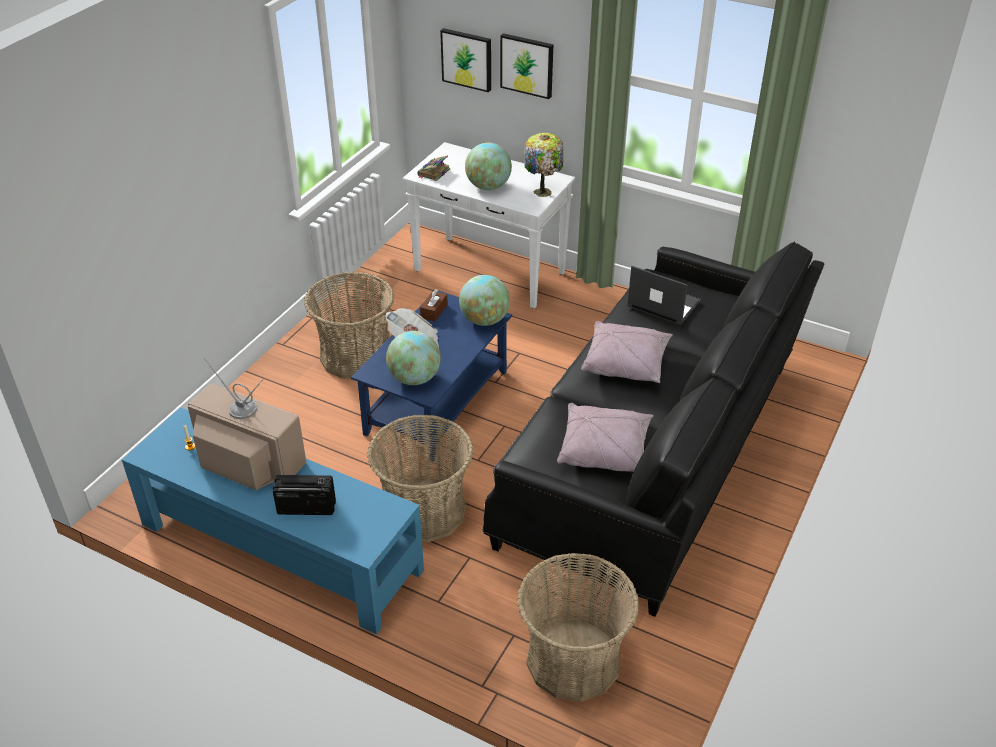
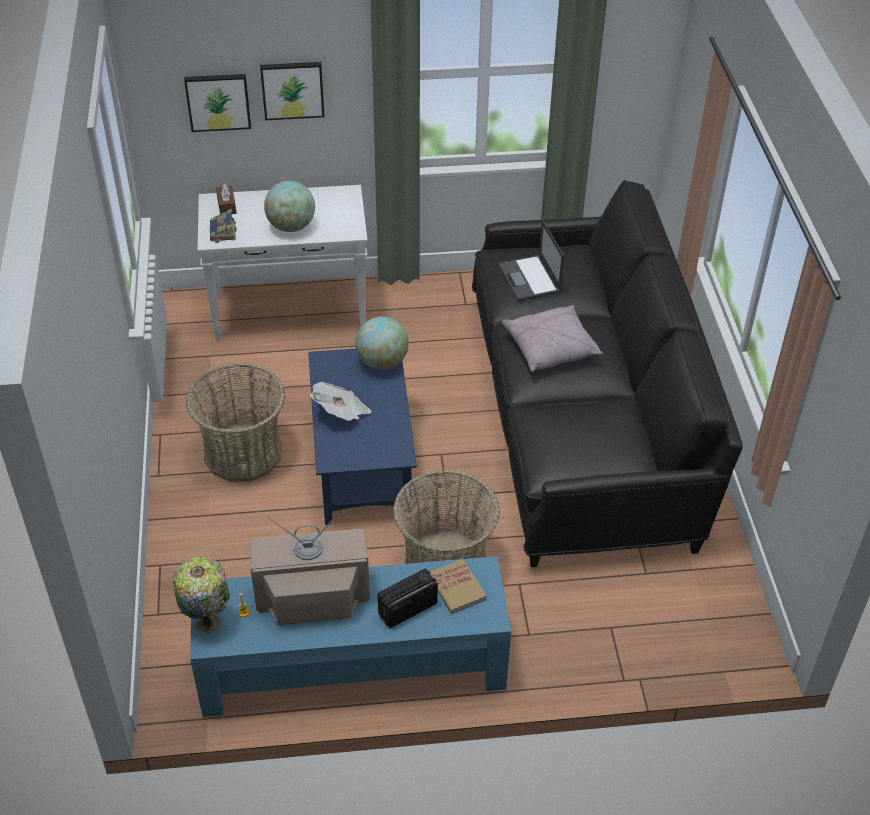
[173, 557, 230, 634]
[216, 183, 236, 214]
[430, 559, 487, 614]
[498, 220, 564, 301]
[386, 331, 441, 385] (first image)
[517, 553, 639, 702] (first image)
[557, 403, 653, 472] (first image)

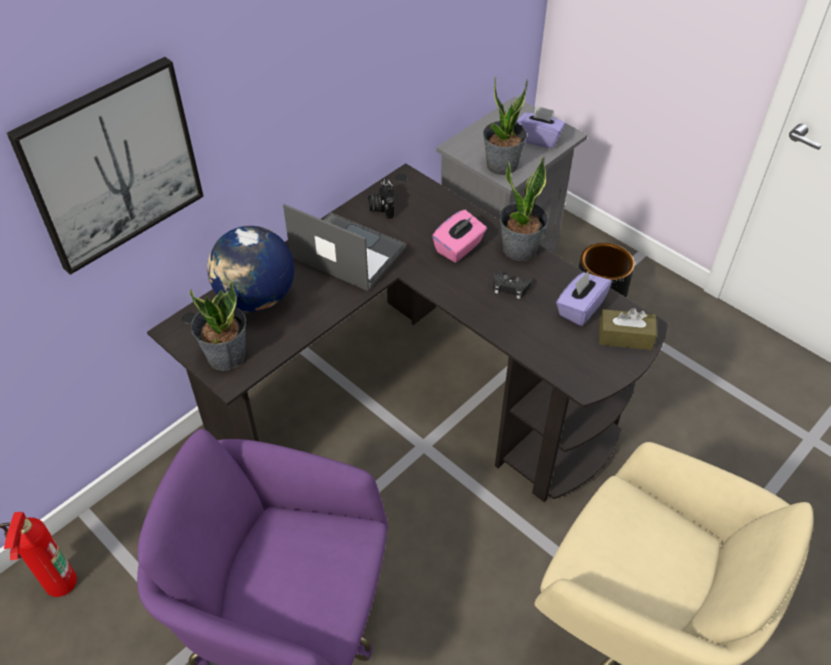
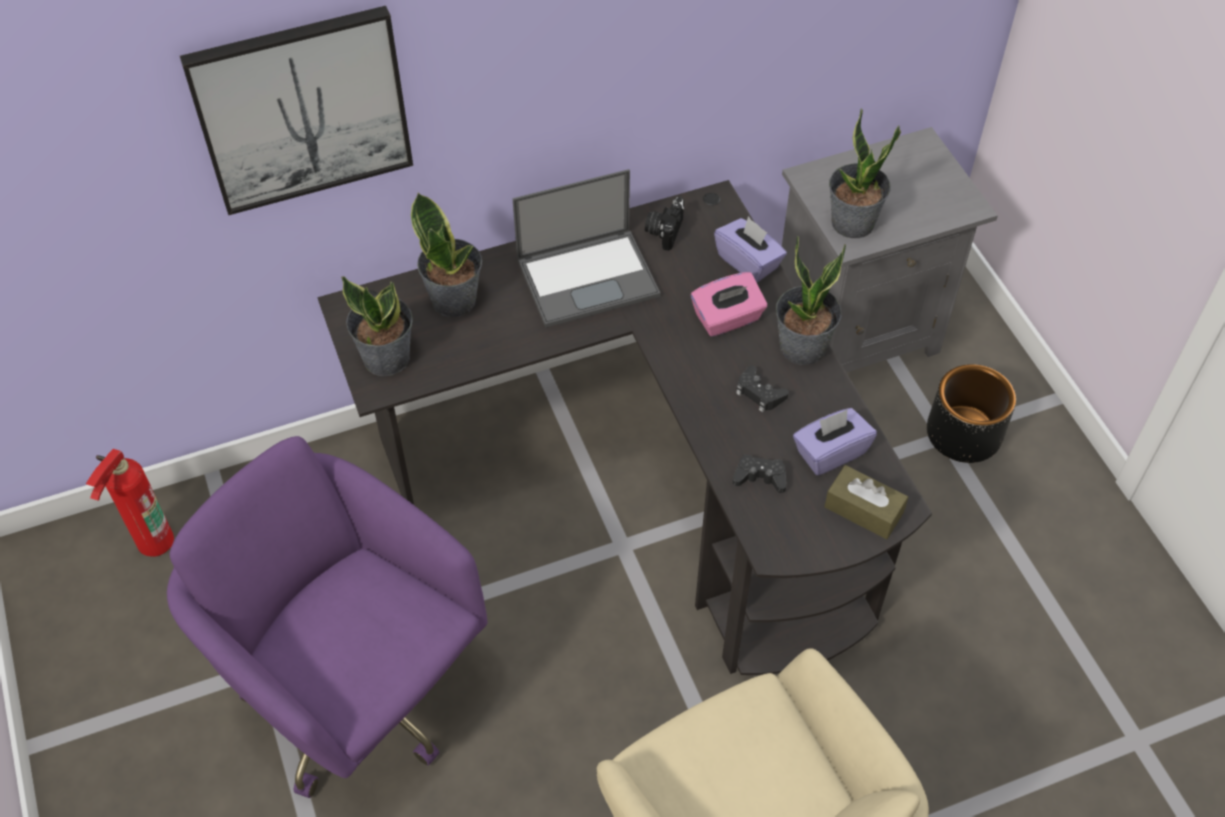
[411, 193, 482, 317]
[512, 169, 660, 328]
[714, 216, 787, 283]
[733, 454, 786, 493]

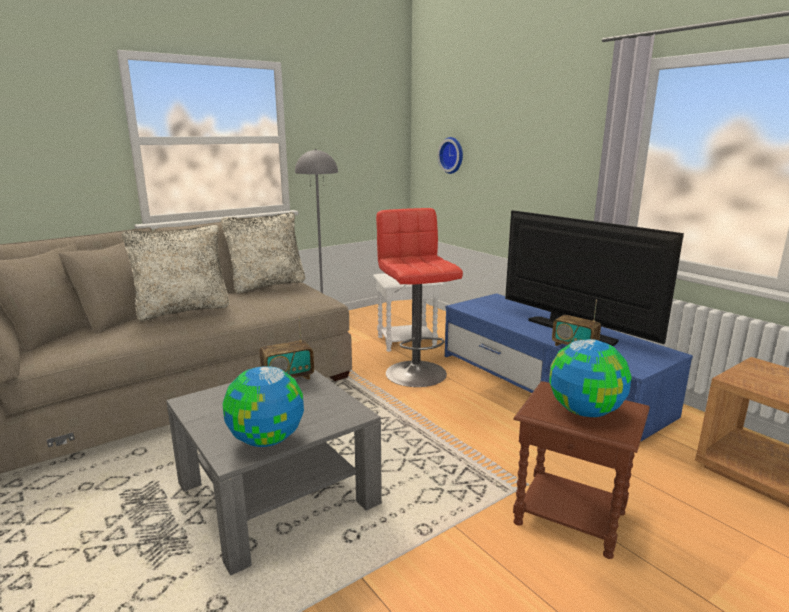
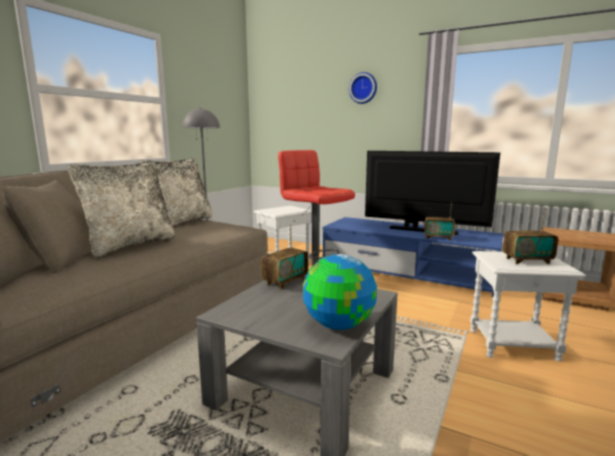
[349, 72, 377, 104]
[470, 251, 586, 361]
[503, 208, 558, 264]

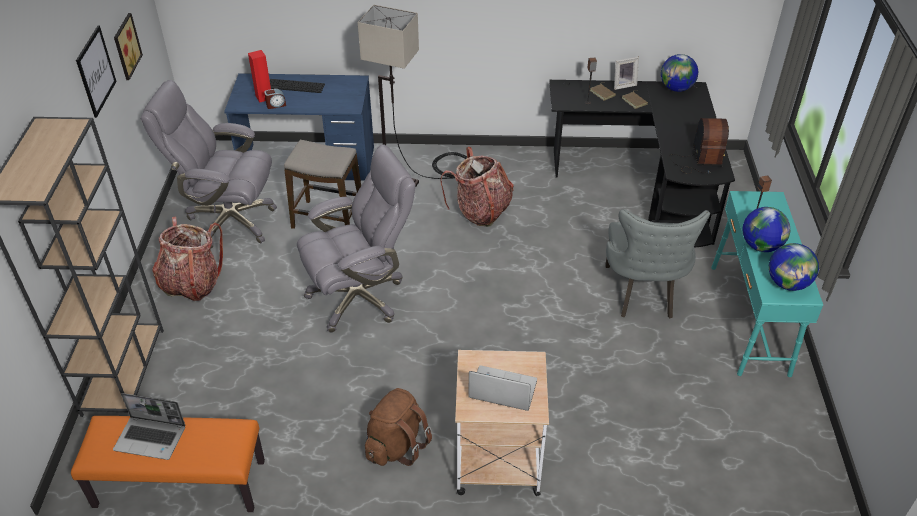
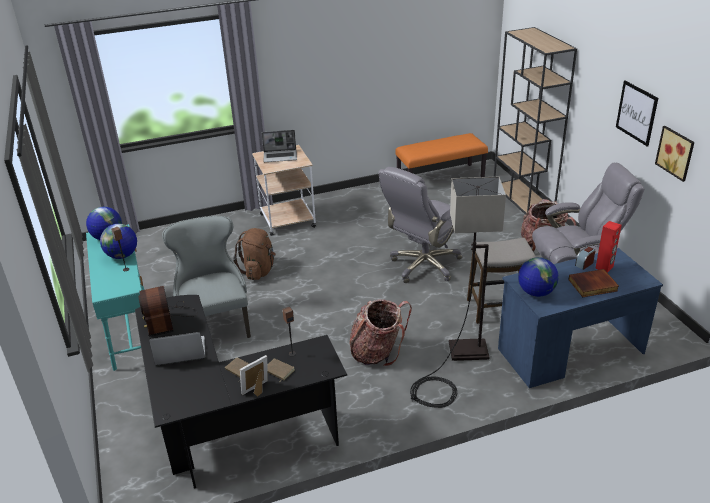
[149, 332, 205, 365]
[234, 228, 276, 280]
[518, 257, 559, 297]
[568, 269, 619, 297]

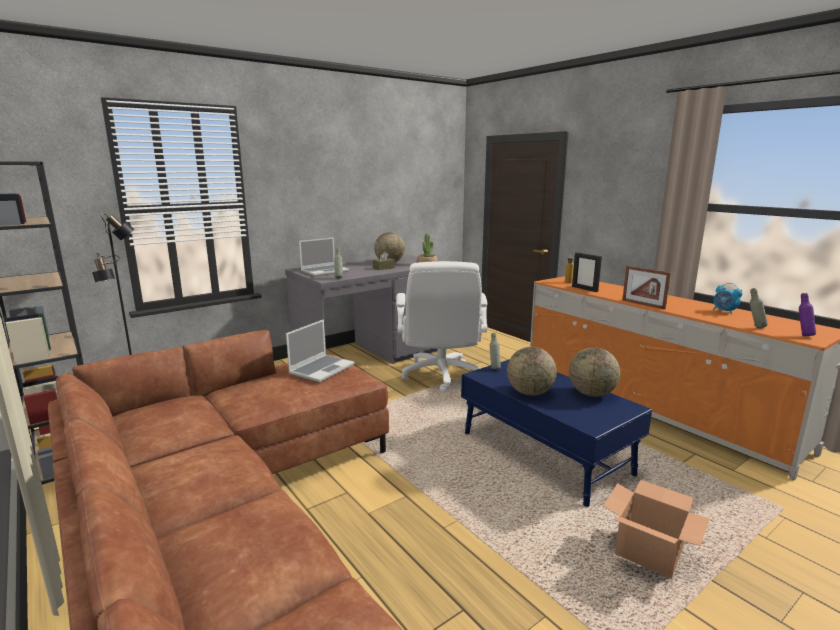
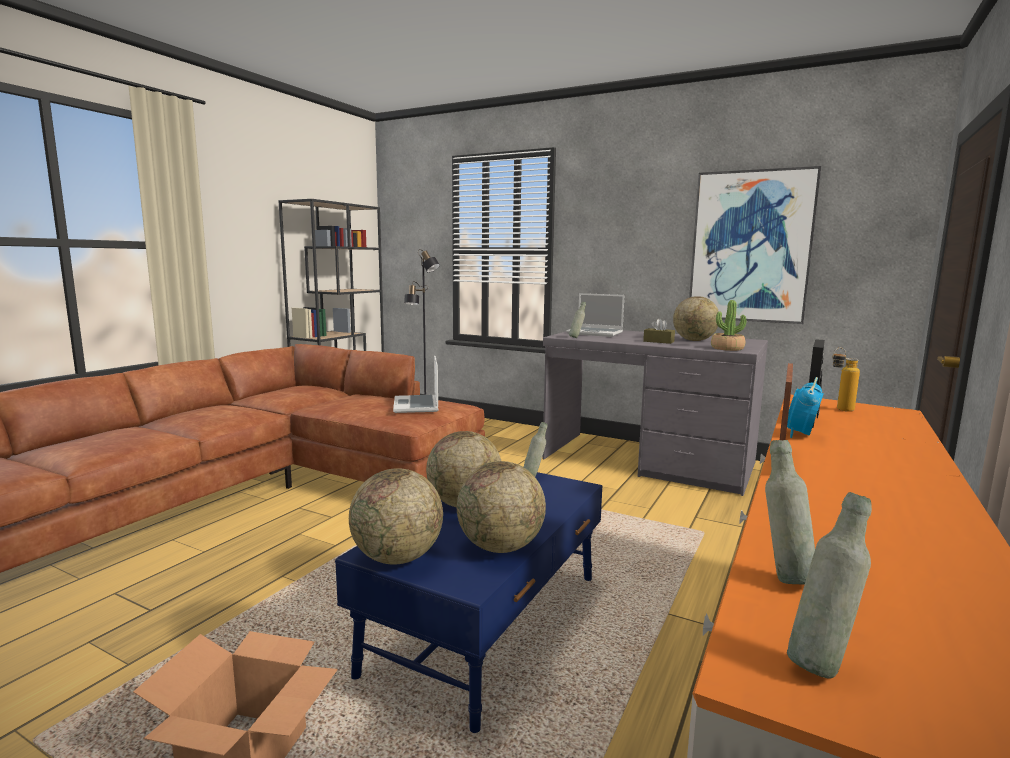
[349, 468, 443, 565]
[393, 356, 438, 413]
[689, 166, 821, 324]
[787, 377, 823, 438]
[787, 492, 872, 679]
[396, 261, 488, 392] (first image)

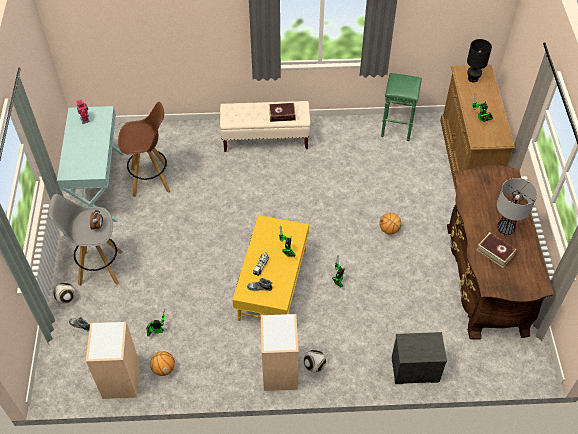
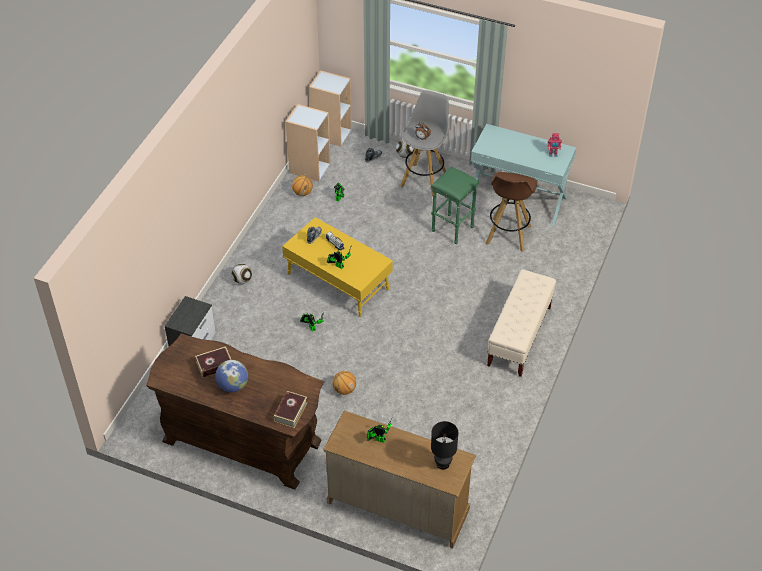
[215, 360, 248, 392]
[274, 391, 307, 428]
[309, 70, 352, 147]
[431, 167, 479, 244]

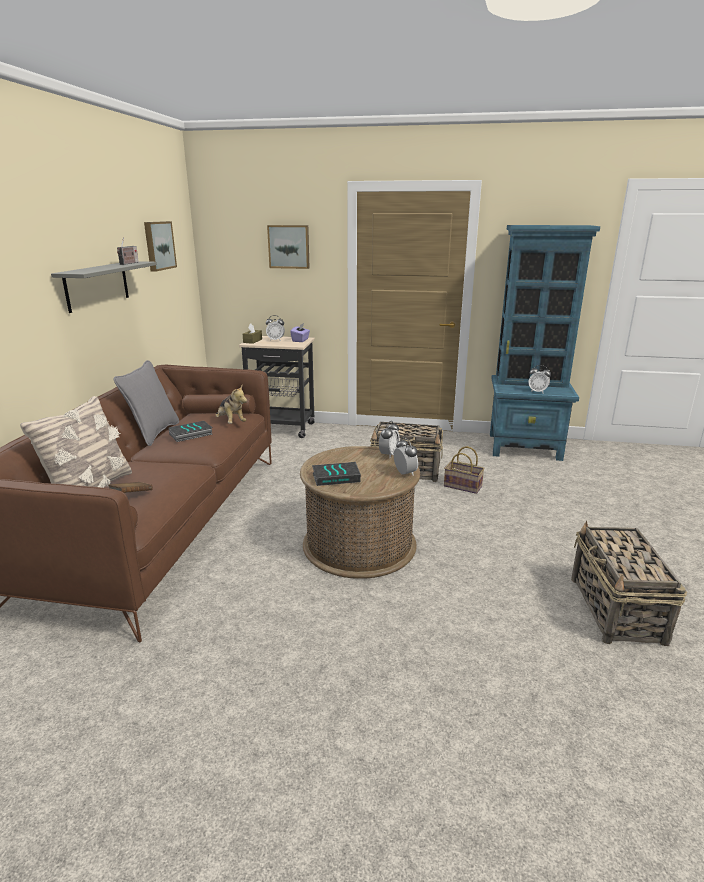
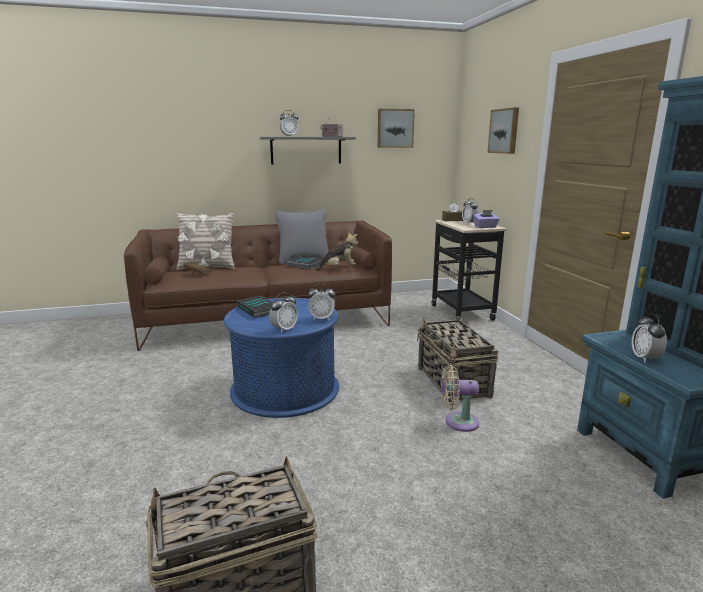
[224, 298, 339, 418]
[280, 110, 299, 137]
[315, 232, 358, 271]
[441, 365, 479, 432]

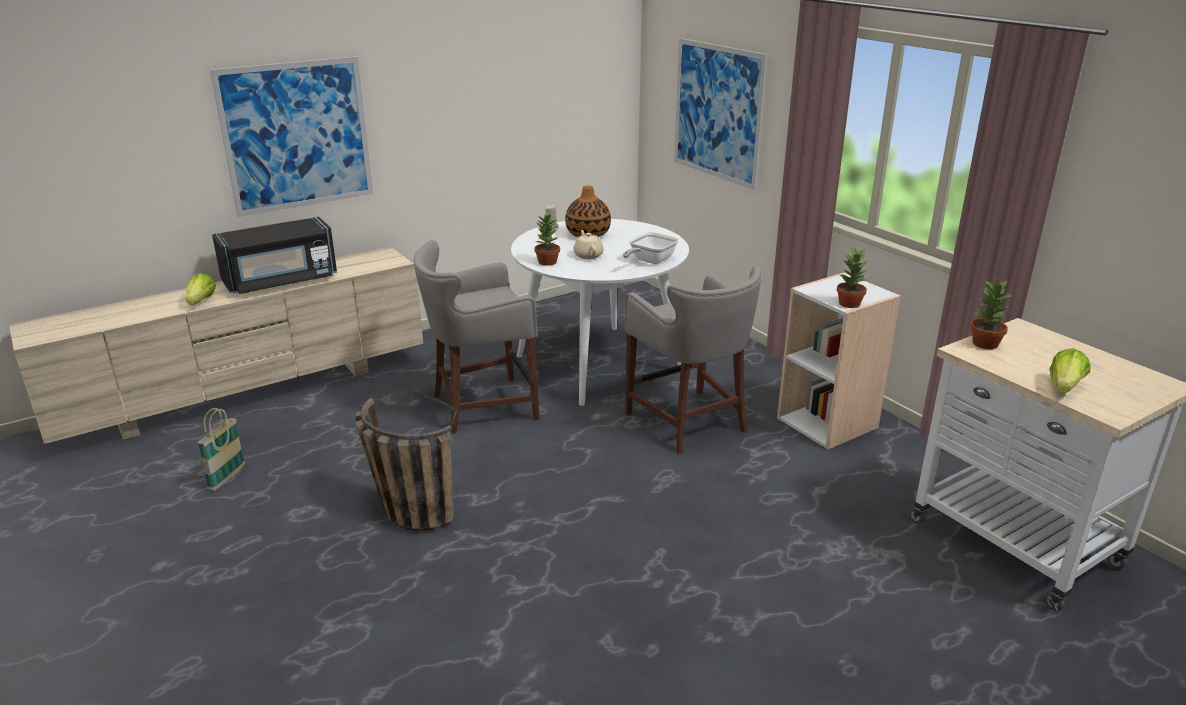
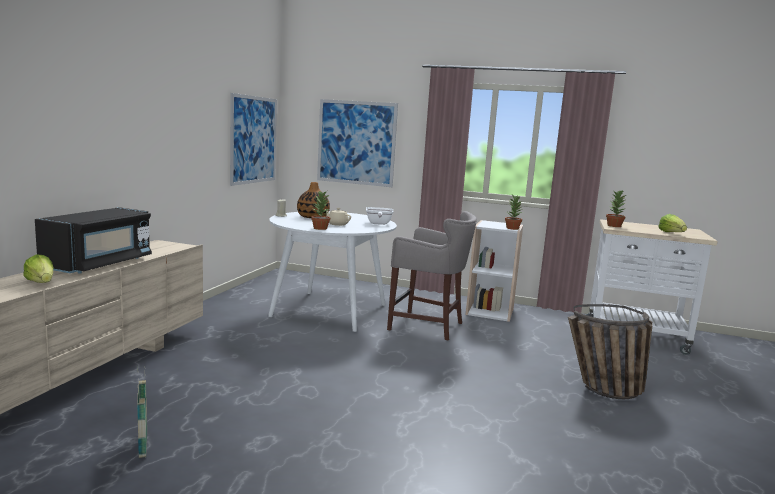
[230, 93, 277, 186]
[568, 304, 653, 399]
[414, 240, 539, 434] (first image)

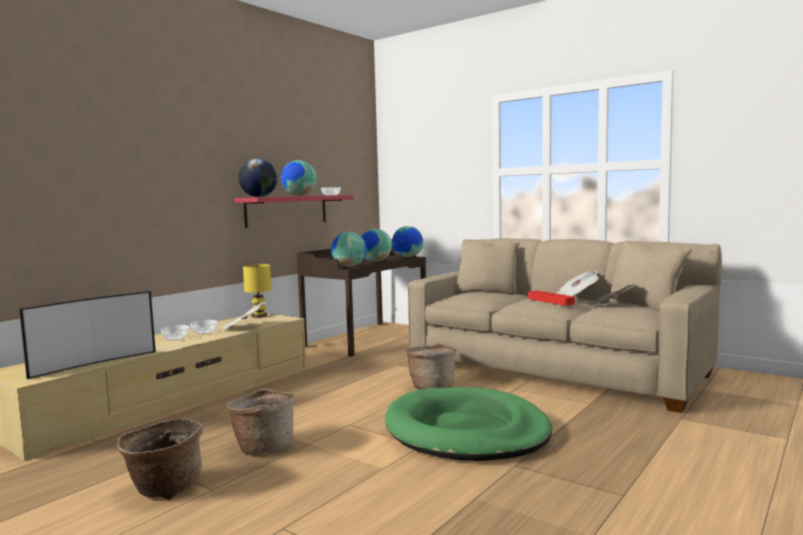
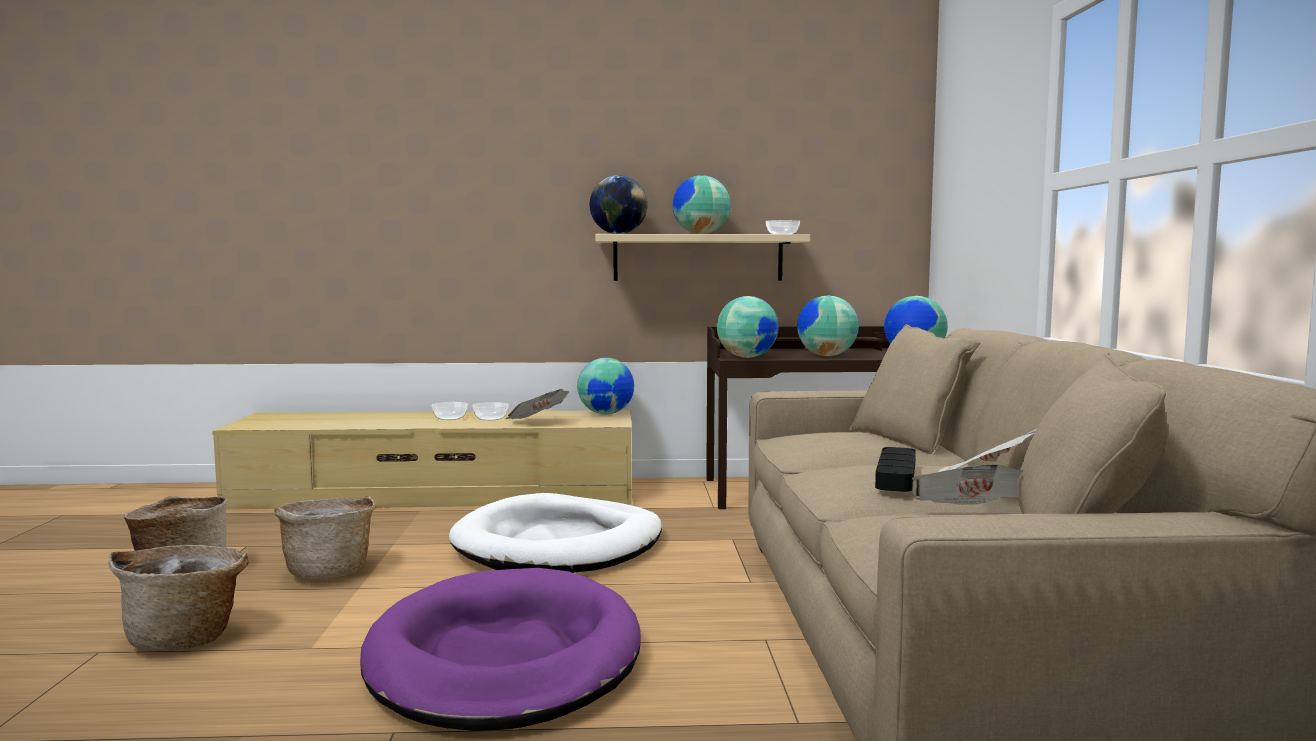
[109, 545, 249, 651]
[360, 568, 641, 731]
[449, 493, 662, 573]
[577, 358, 634, 415]
[595, 234, 810, 281]
[875, 447, 916, 492]
[19, 291, 156, 379] (first image)

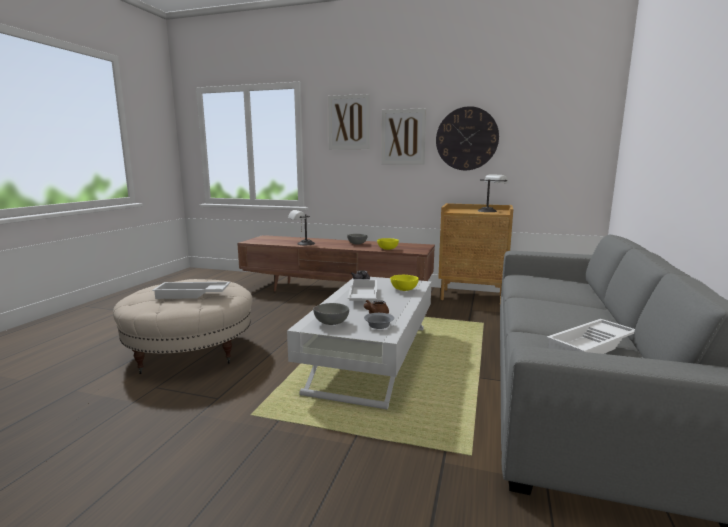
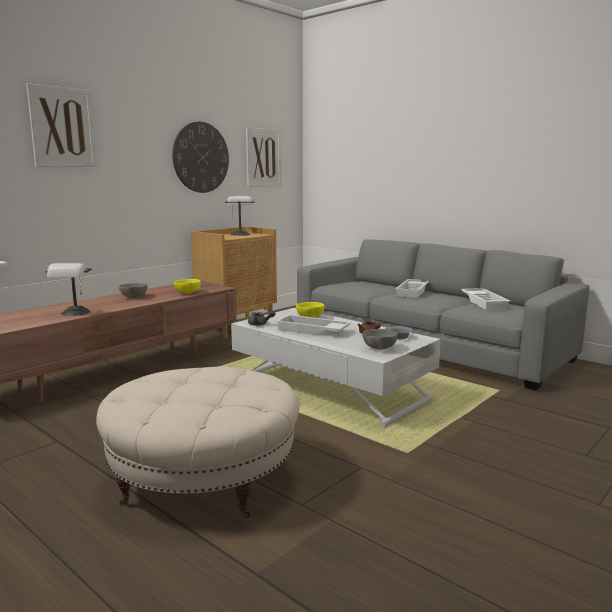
[246, 128, 281, 187]
[395, 279, 429, 298]

